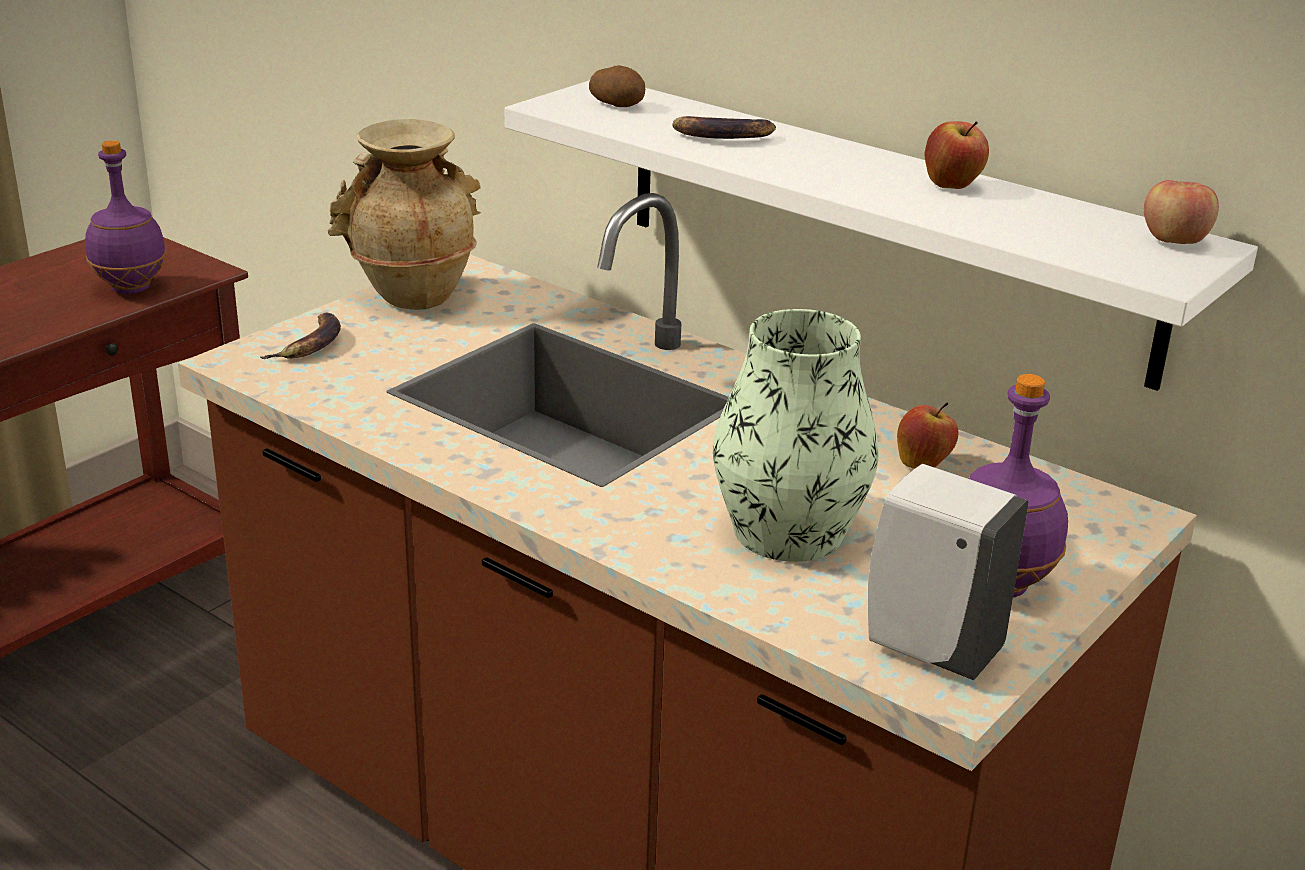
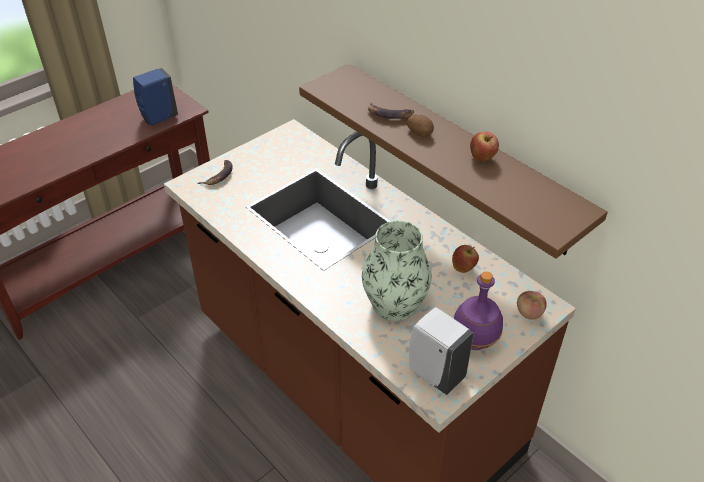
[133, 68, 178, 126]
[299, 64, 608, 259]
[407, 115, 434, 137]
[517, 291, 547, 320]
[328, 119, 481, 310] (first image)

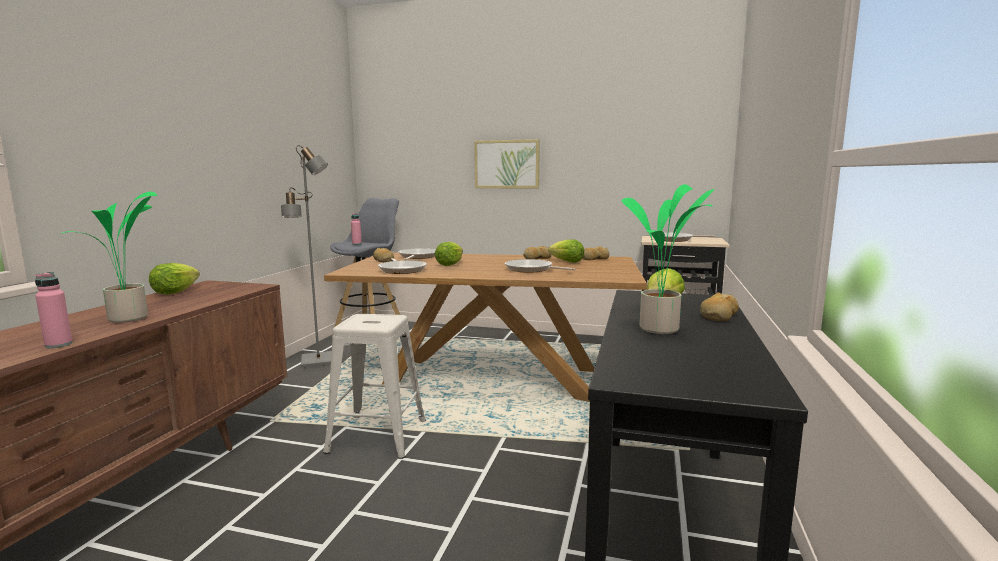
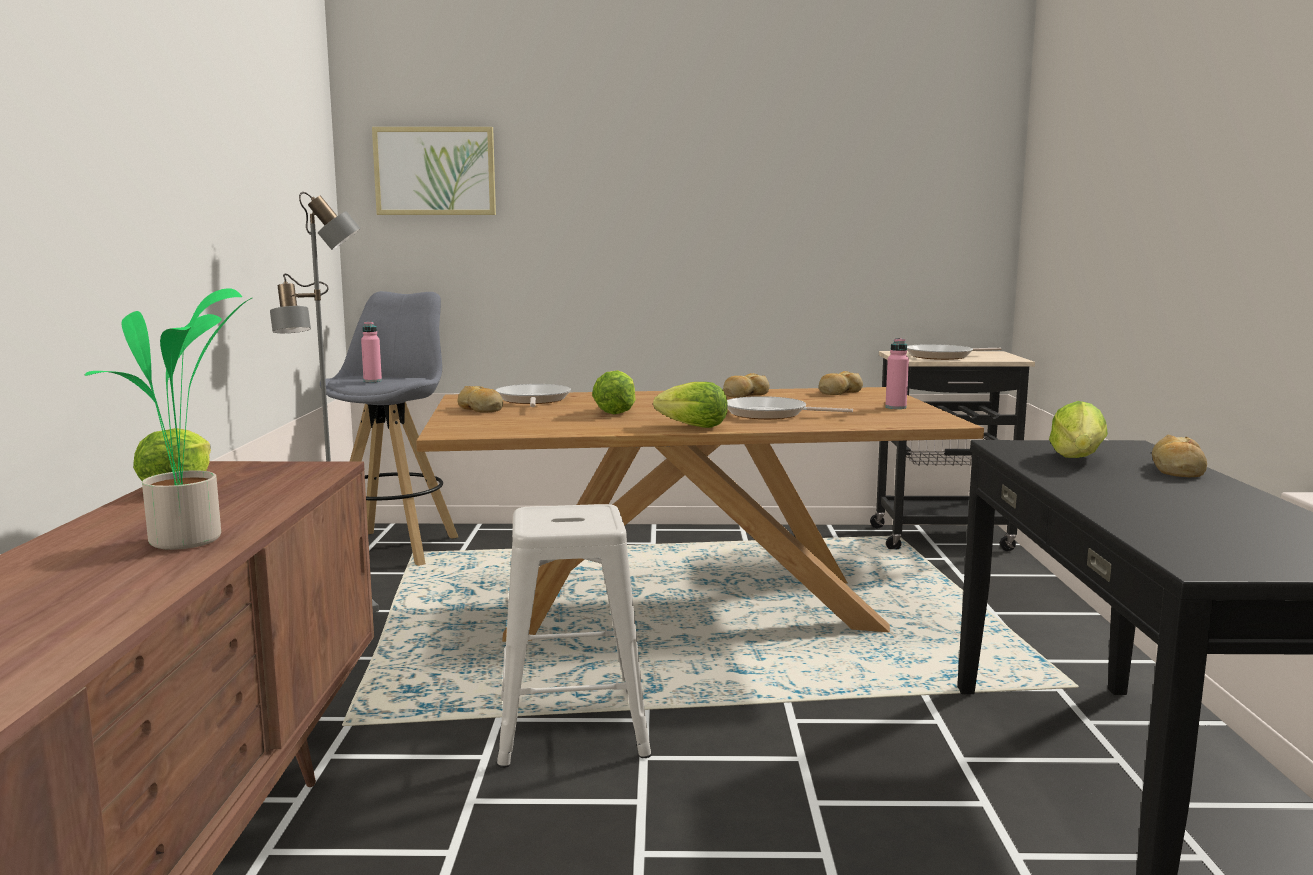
[372, 127, 496, 215]
[653, 382, 728, 428]
[885, 338, 909, 409]
[378, 258, 427, 274] (first image)
[622, 184, 715, 334] (first image)

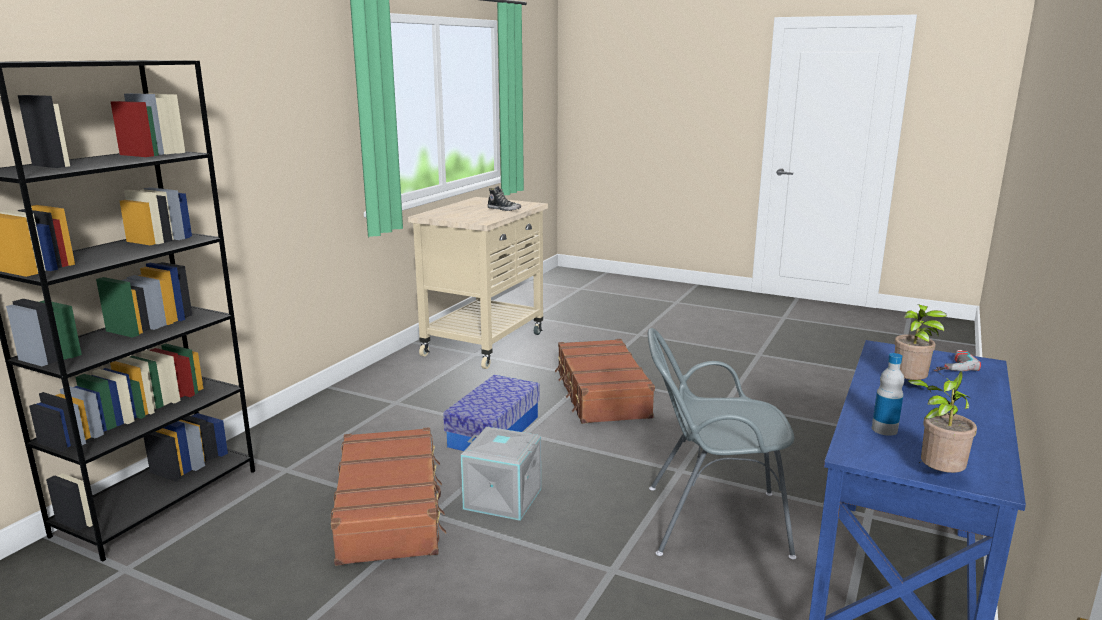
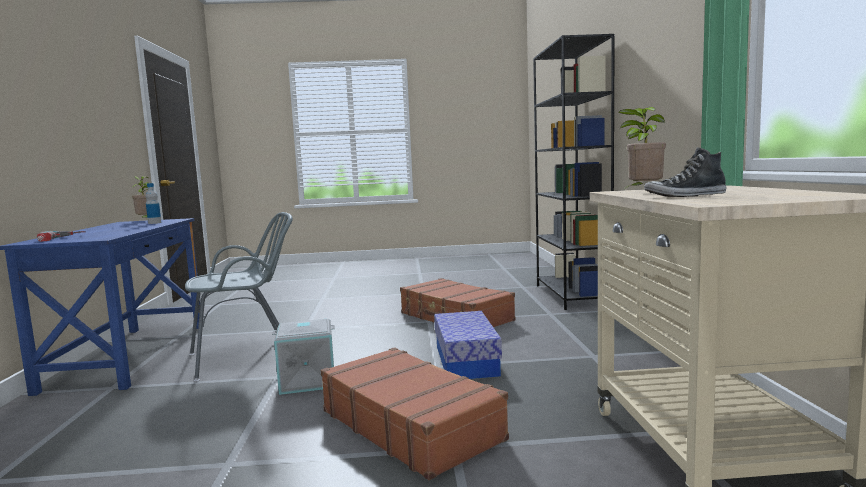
[272, 319, 335, 395]
[618, 107, 666, 191]

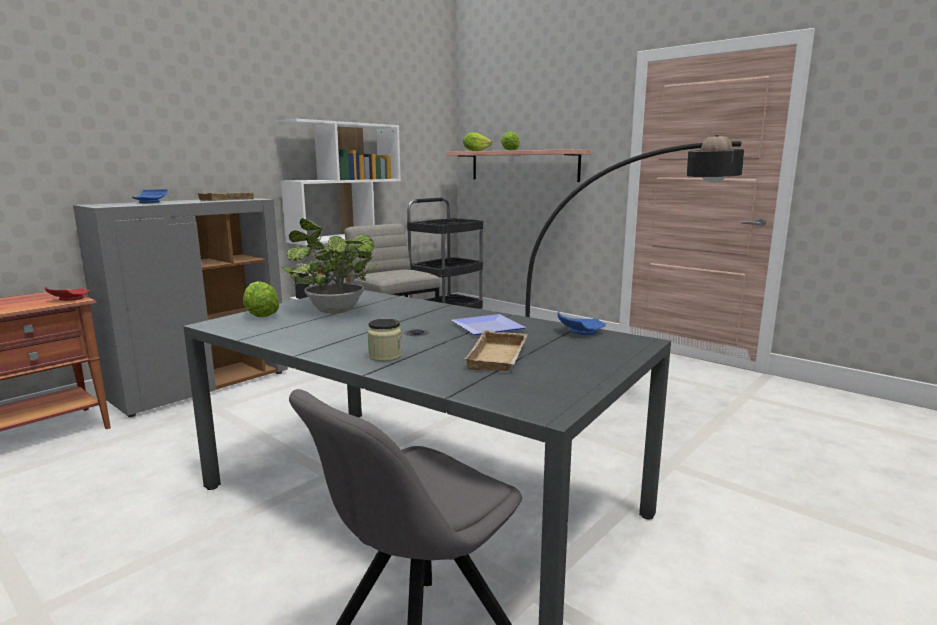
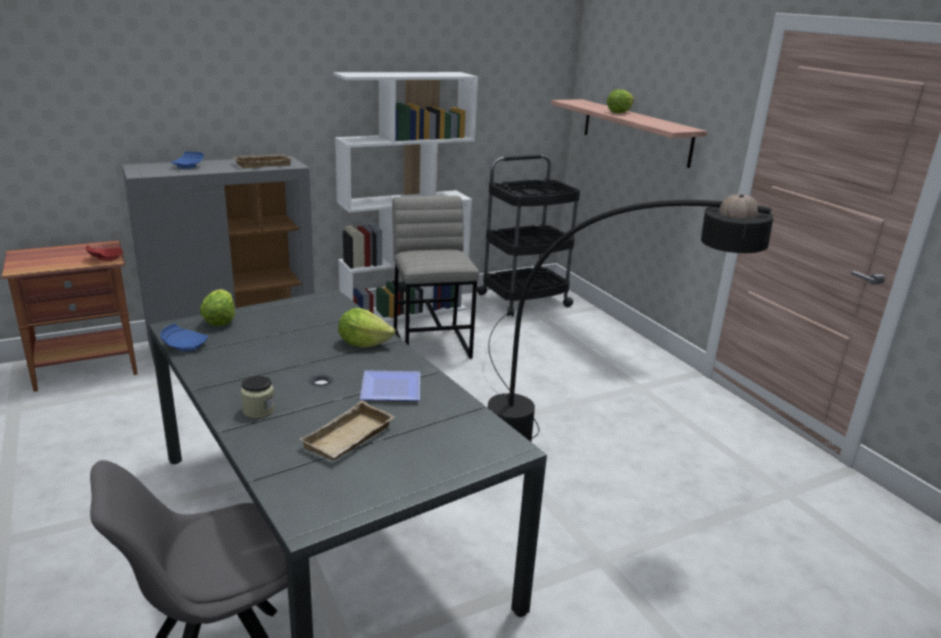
[160, 324, 208, 351]
[338, 308, 395, 347]
[282, 218, 377, 314] (first image)

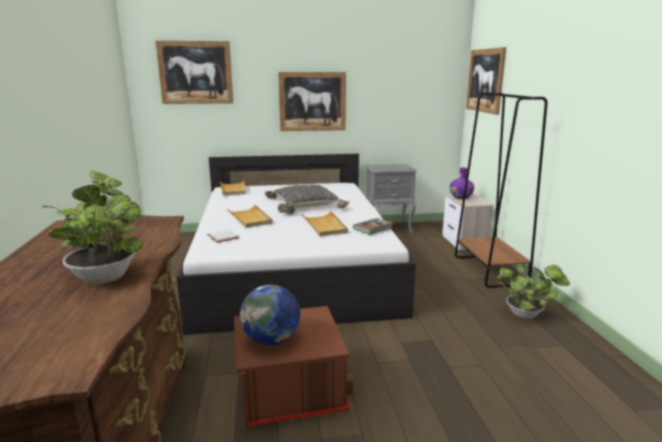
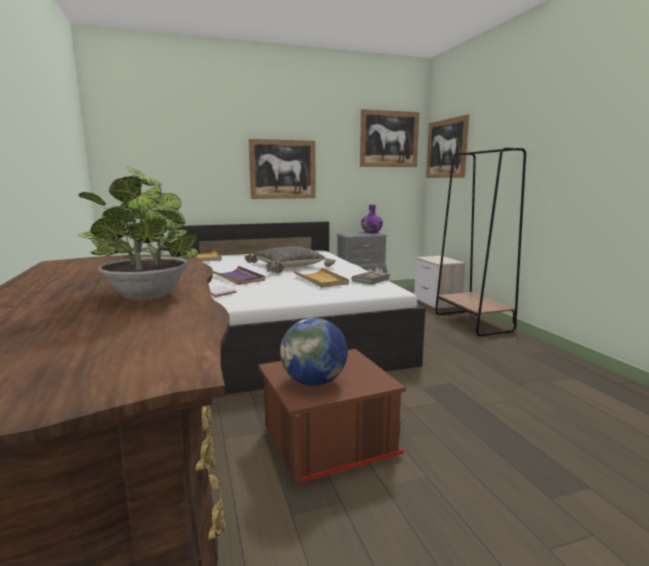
[213, 266, 265, 285]
[360, 109, 419, 167]
[361, 205, 383, 233]
[497, 265, 570, 319] (first image)

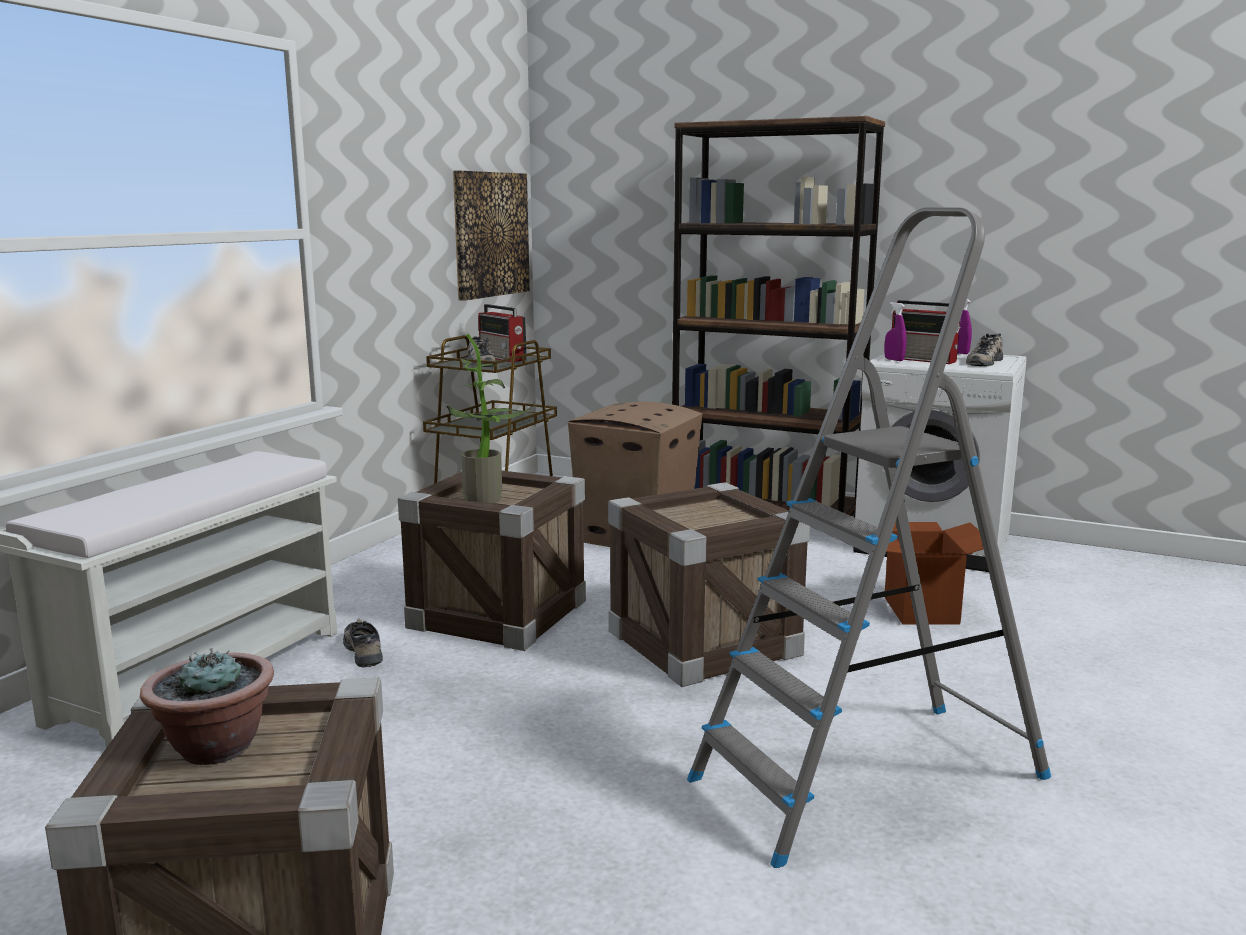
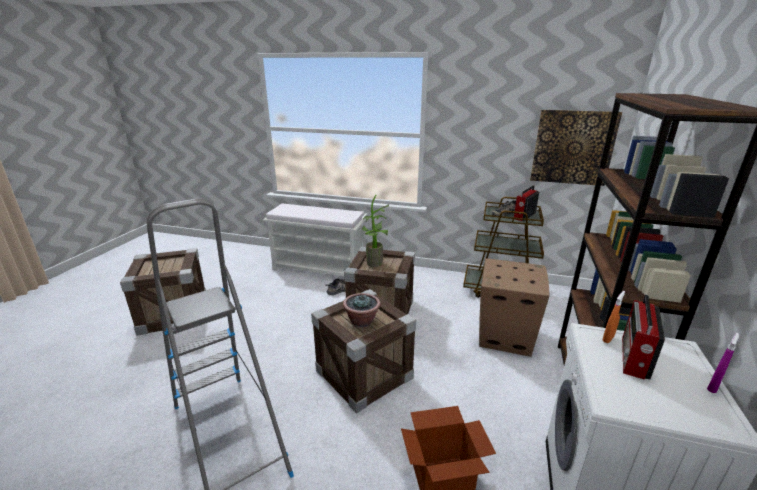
[343, 293, 380, 327]
[603, 291, 625, 343]
[966, 333, 1003, 366] (first image)

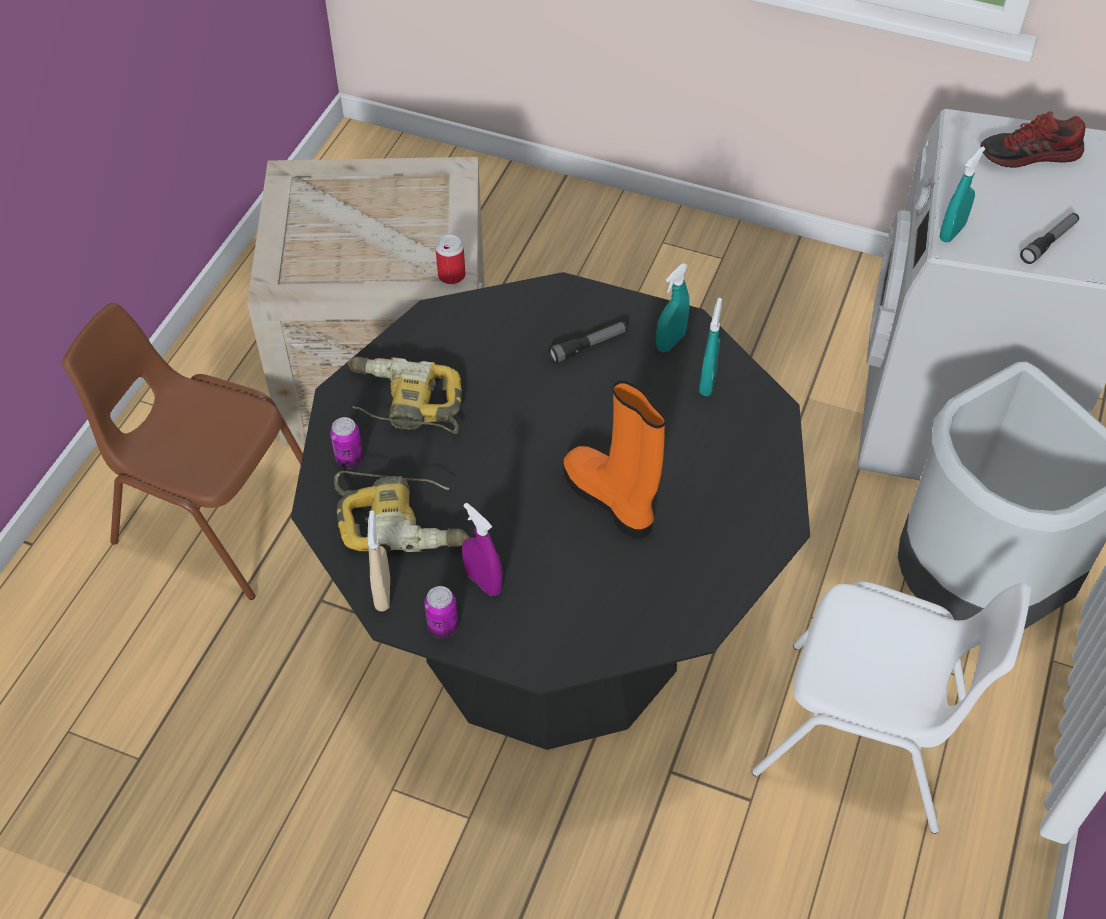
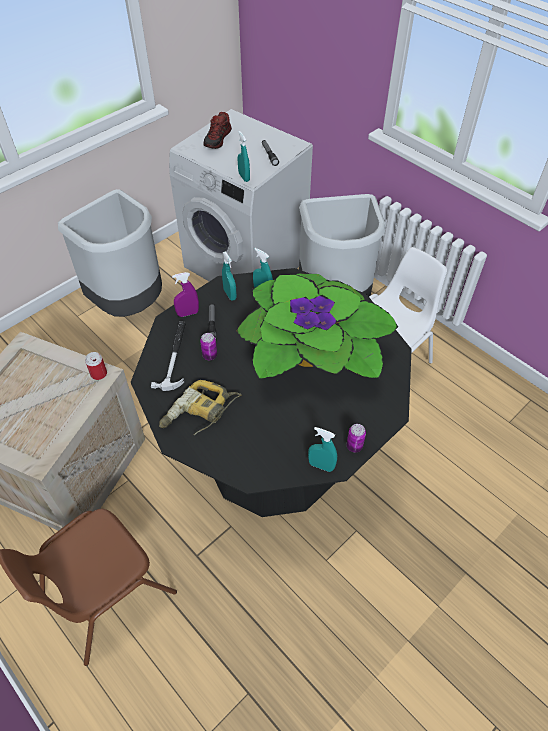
[58, 189, 162, 317]
[151, 321, 186, 391]
[172, 272, 199, 317]
[200, 333, 217, 360]
[237, 274, 398, 380]
[308, 427, 337, 472]
[334, 471, 469, 552] (first image)

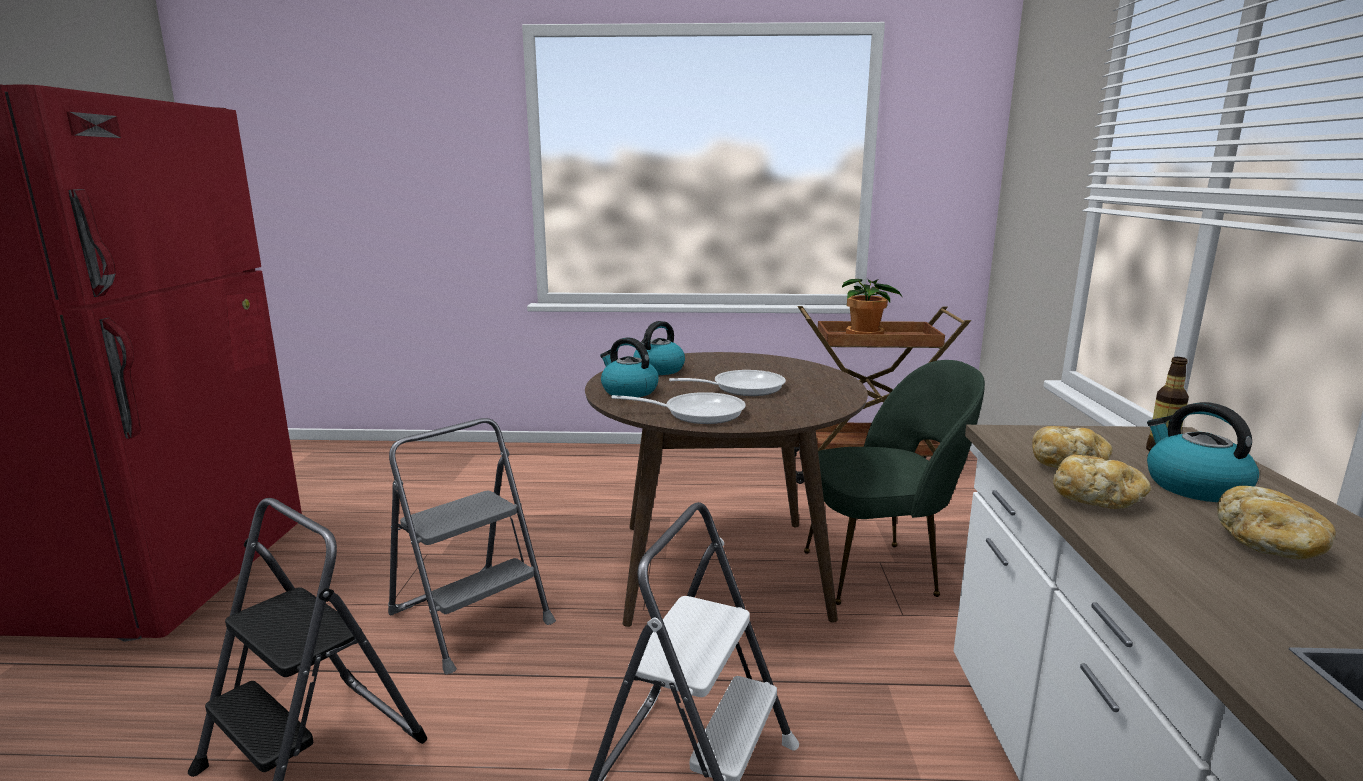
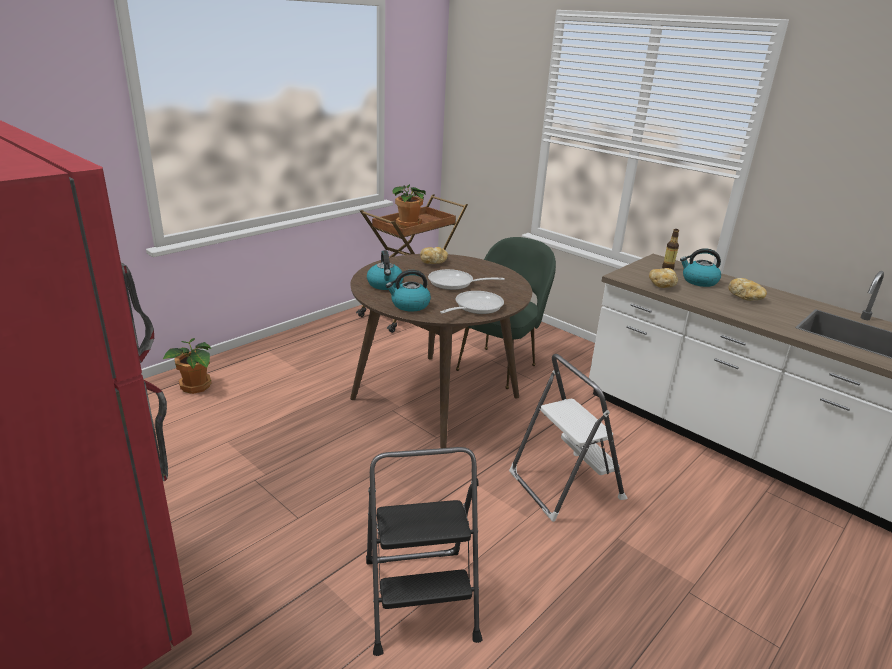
[163, 338, 212, 394]
[420, 247, 448, 264]
[428, 269, 504, 290]
[388, 418, 556, 675] (first image)

